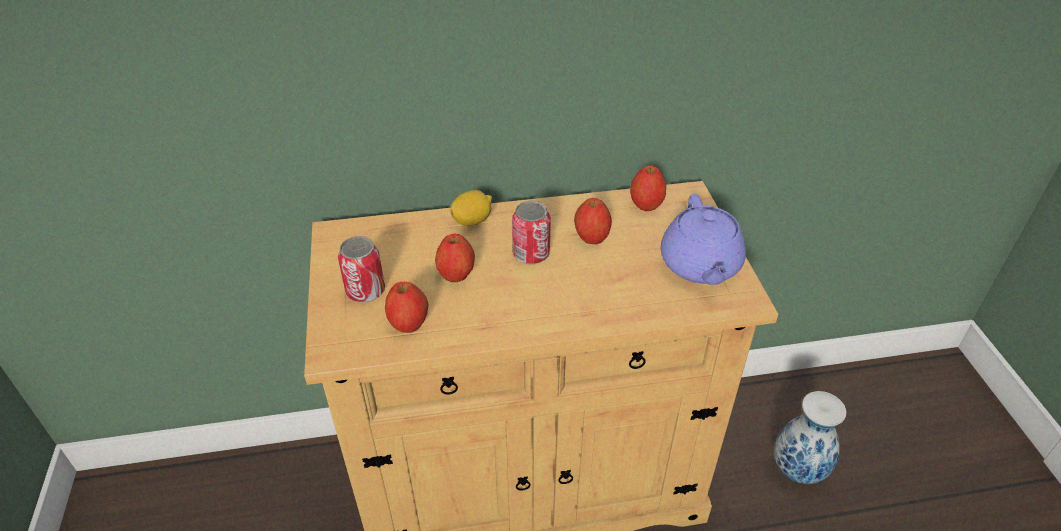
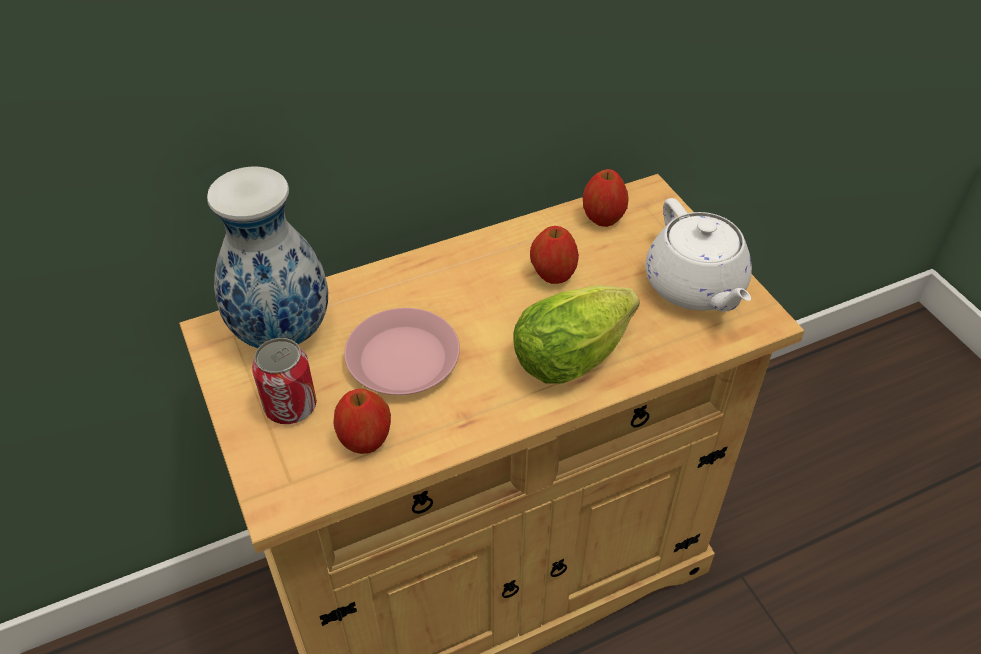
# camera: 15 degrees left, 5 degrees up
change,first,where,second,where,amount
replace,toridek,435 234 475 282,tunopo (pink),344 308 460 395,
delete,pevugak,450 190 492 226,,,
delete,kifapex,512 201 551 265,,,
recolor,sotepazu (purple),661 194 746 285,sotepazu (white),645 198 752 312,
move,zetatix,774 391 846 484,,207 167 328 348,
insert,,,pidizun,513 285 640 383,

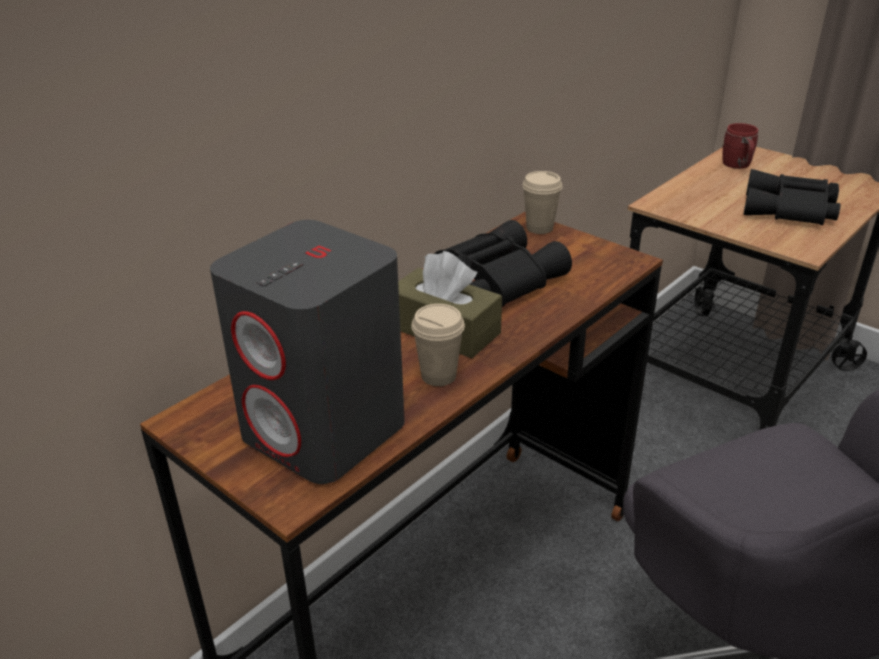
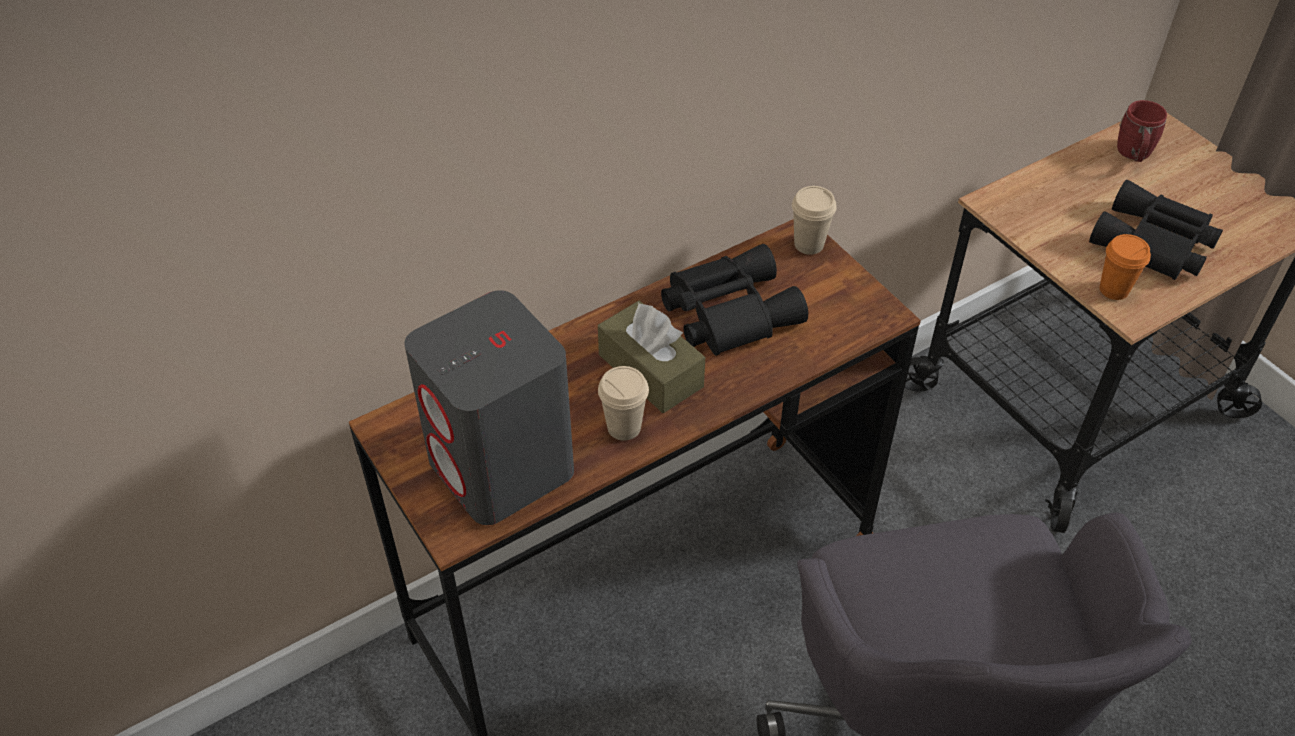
# camera: 15 degrees right, 15 degrees up
change,first,where,second,where,amount
insert,,,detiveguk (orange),1100 234 1151 300,

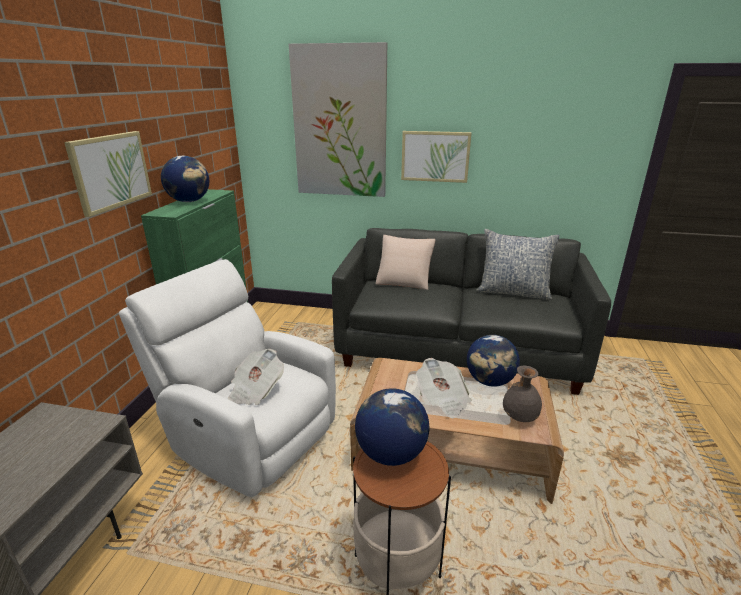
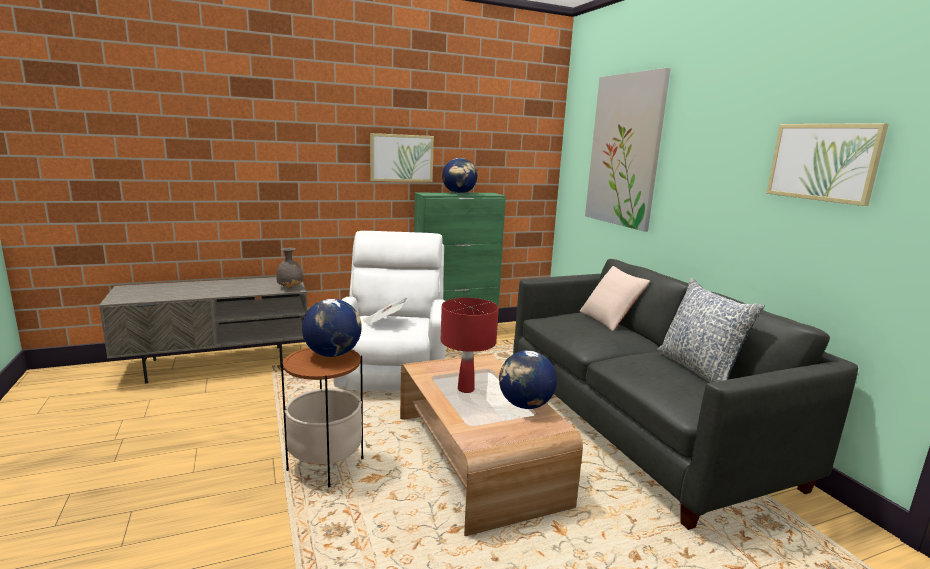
# camera: 55 degrees right, 10 degrees down
change,first,where,second,where,amount
move,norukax,401 131 472 183,,766 123 889 206,
replace,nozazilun,416 358 472 418,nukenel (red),441 298 499 393,
move,zetatix (grey),503 366 542 422,,276 248 303 288,

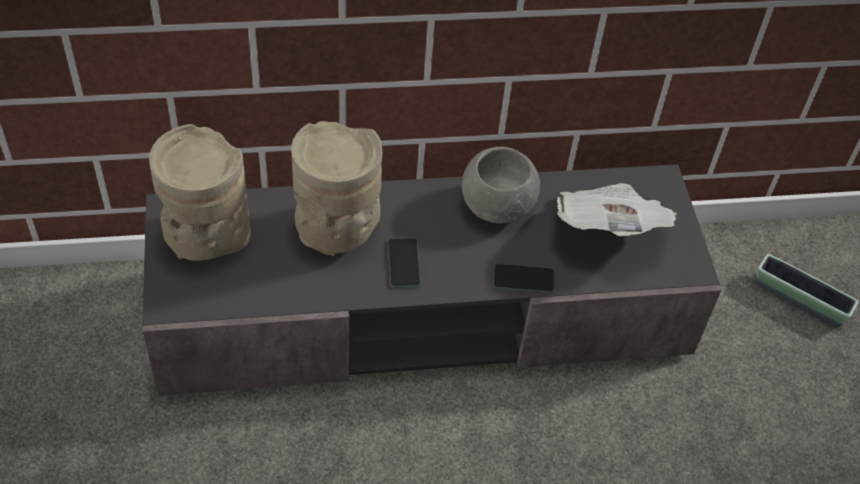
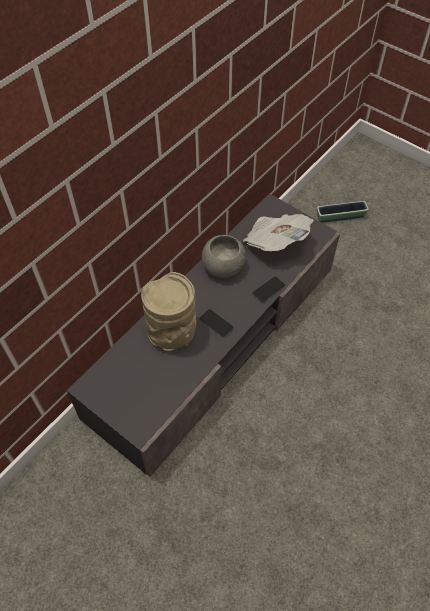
# camera: 40 degrees left, 5 degrees up
change,first,where,second,where,amount
delete,zetatix (beige),149 124 251 261,,,

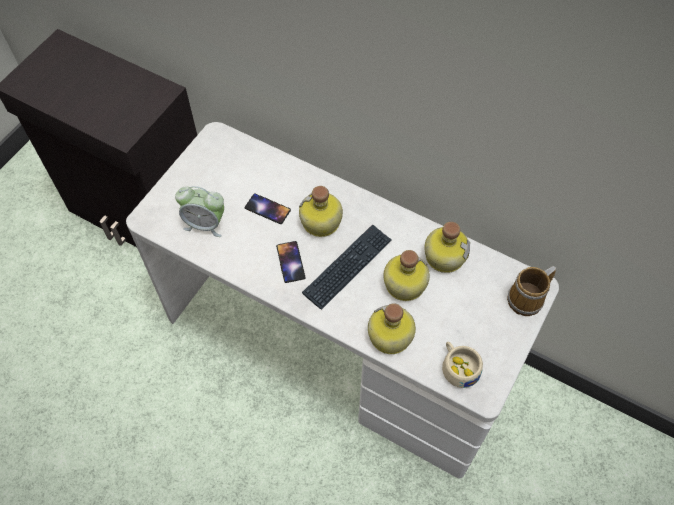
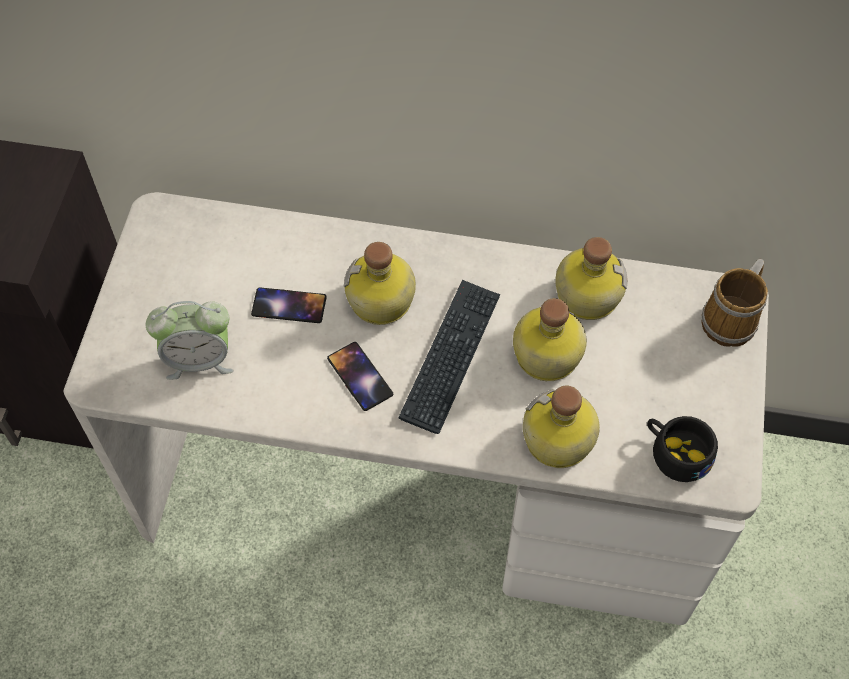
# camera: 20 degrees left, 0 degrees up
change,first,where,second,where,amount
recolor,detiveguk (beige),442 342 483 388,detiveguk (black),647 416 718 482,

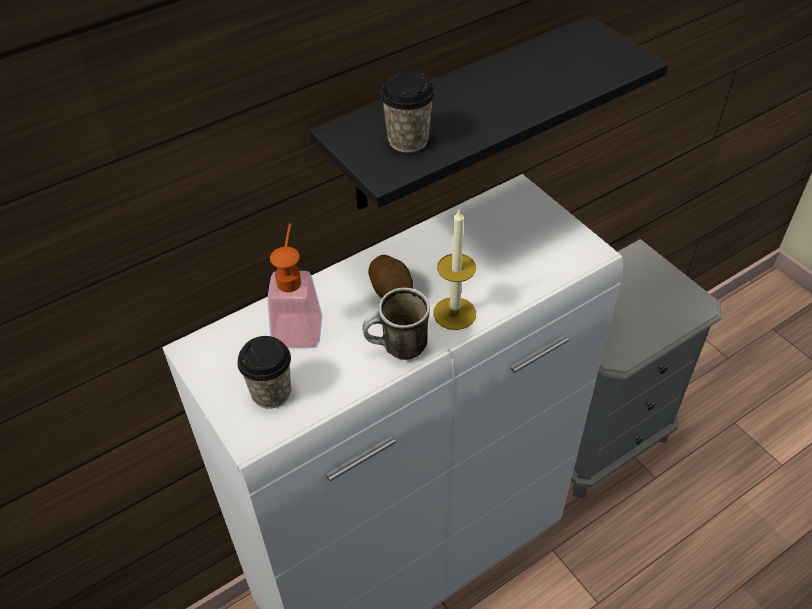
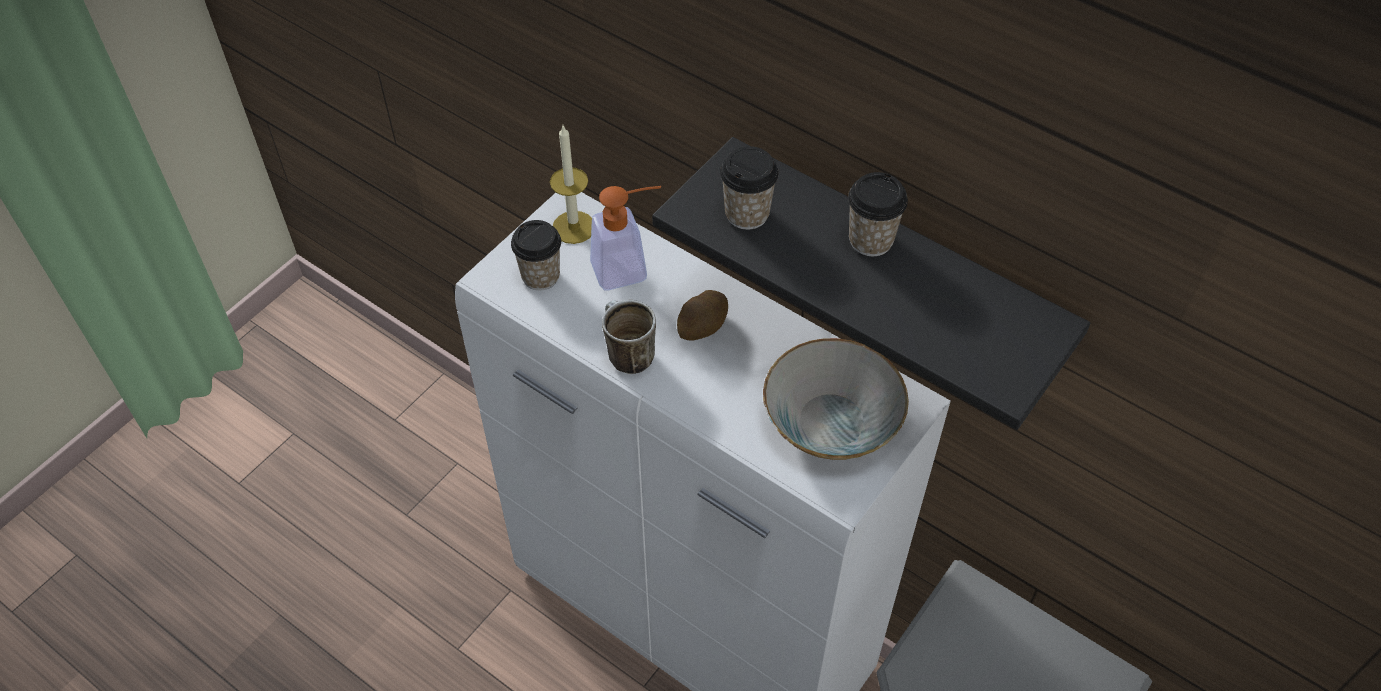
# camera: 70 degrees right, 5 degrees up
change,first,where,second,where,amount
move,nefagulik,433 208 476 330,,550 126 592 244,
insert,,,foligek,763 338 909 460,
insert,,,detiveguk,848 172 908 256,

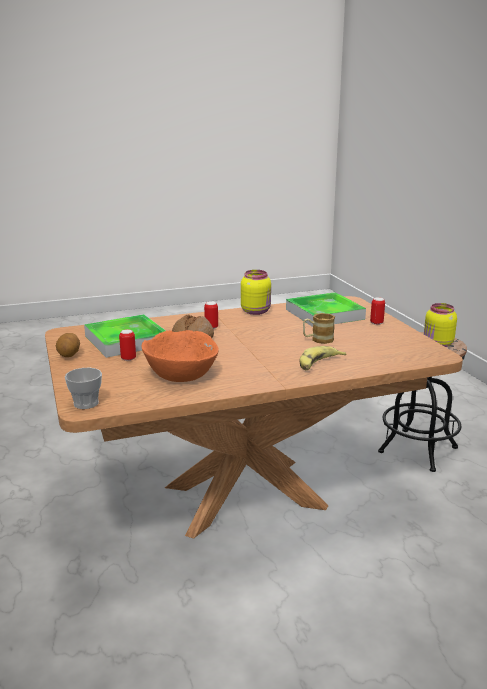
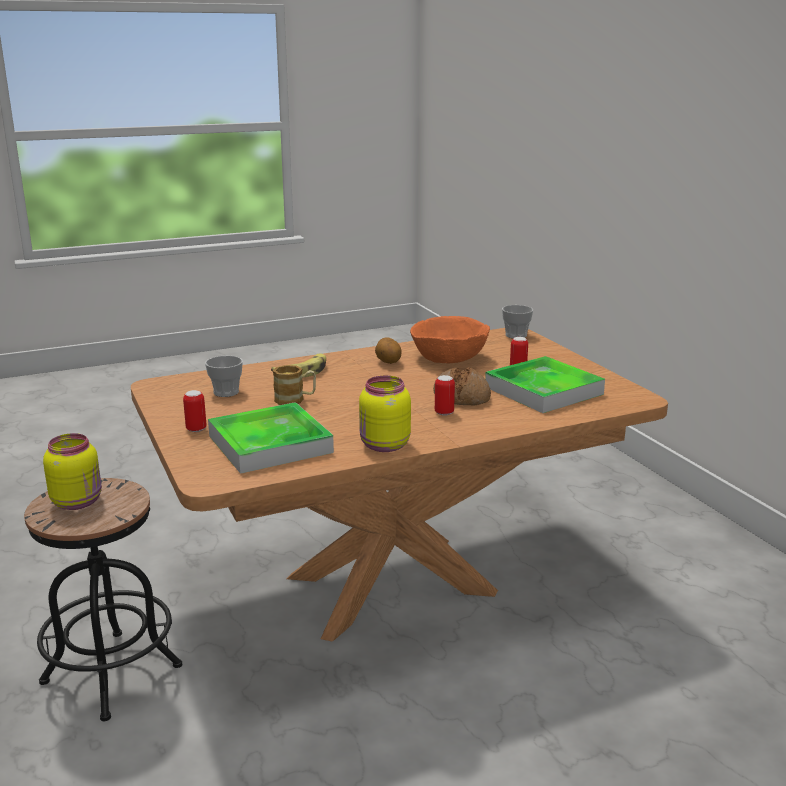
# camera: 175 degrees right, 0 degrees up
change,first,where,second,where,amount
move,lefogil,56 333 80 357,,375 337 402 364,
insert,,,detiveguk,205 356 243 397,

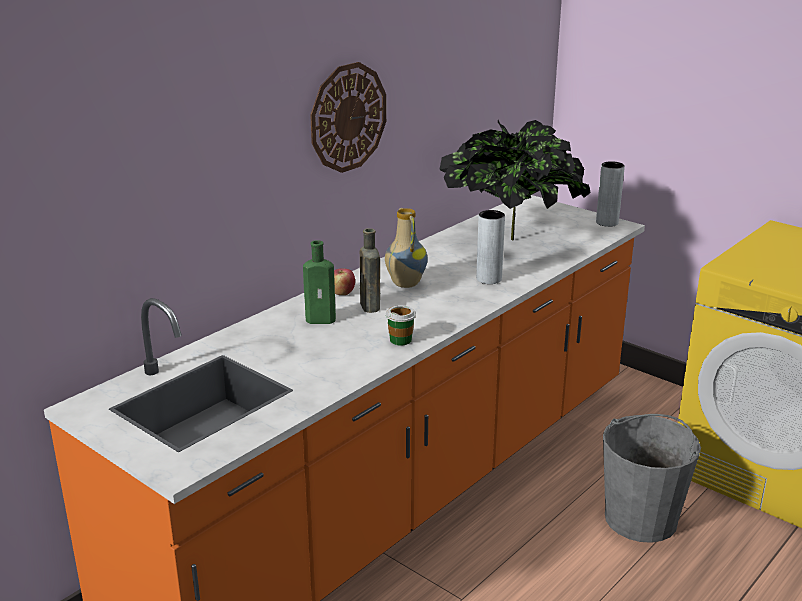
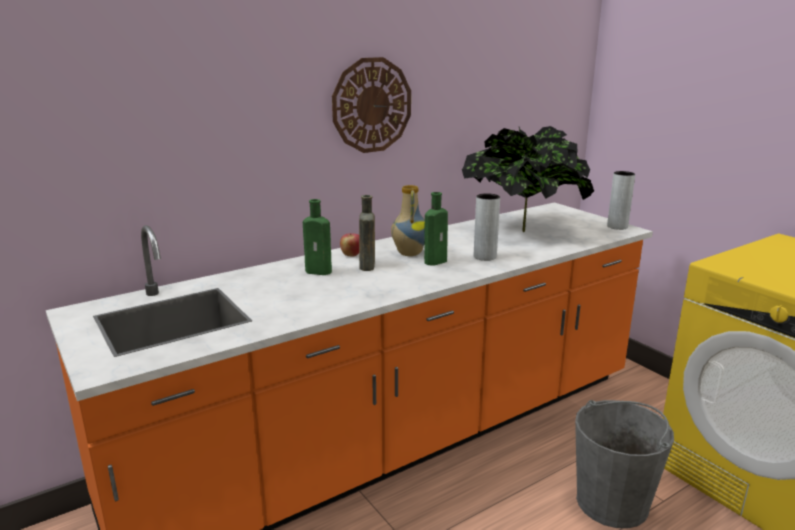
# camera: 15 degrees right, 5 degrees down
change,first,where,second,where,amount
delete,detiveguk,386 305 416 346,,,
insert,,,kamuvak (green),424 192 448 266,

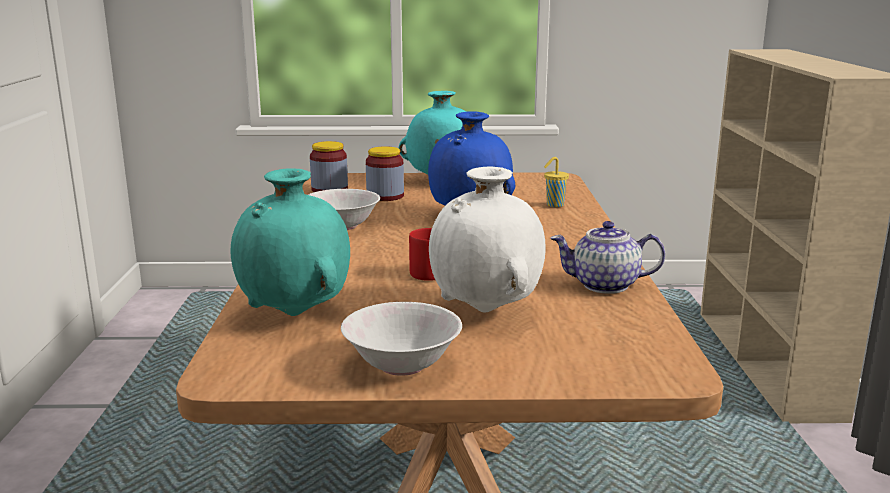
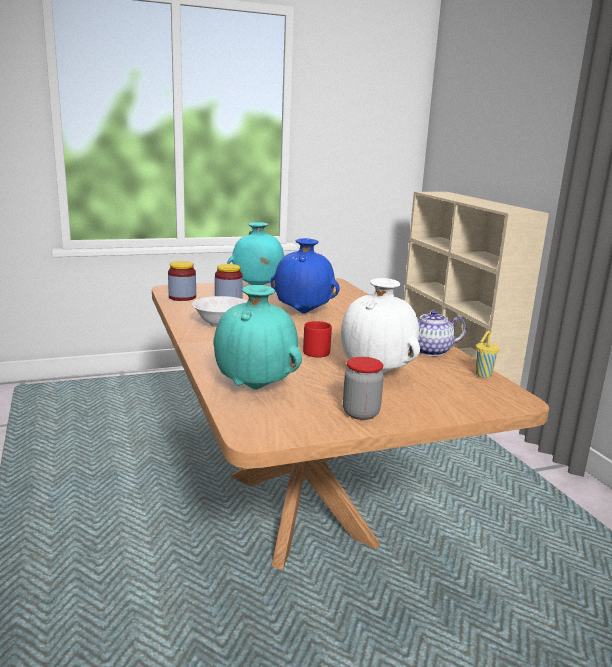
# camera: 20 degrees left, 0 degrees up
change,first,where,second,where,amount
replace,foligek (white),341 302 462 376,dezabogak,343 357 384 420,
move,detiveguk (yellow),544 157 569 207,,476 331 500 378,

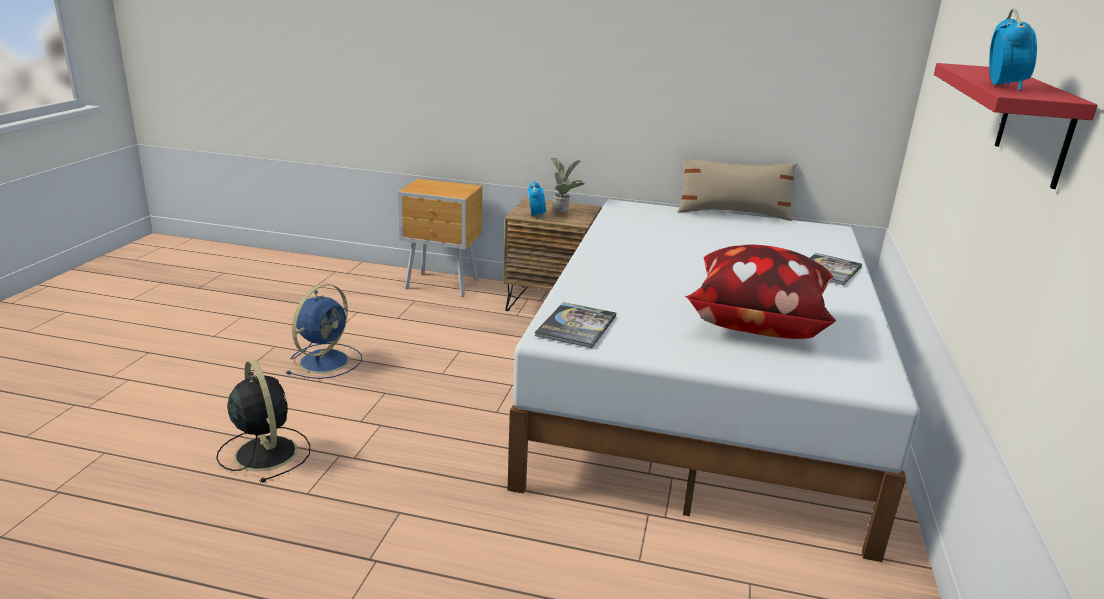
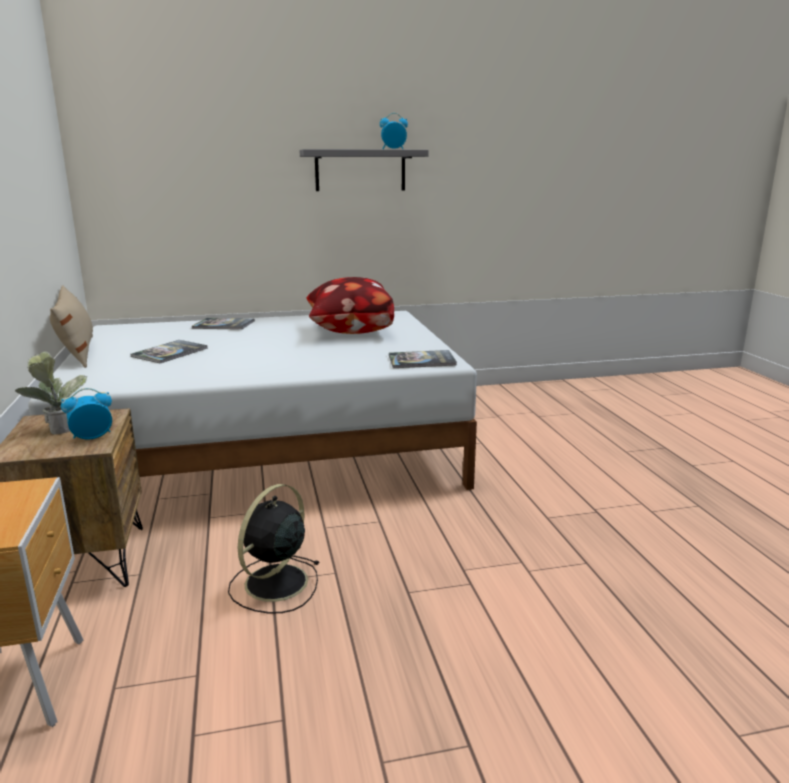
# camera: 115 degrees left, 5 degrees down
change,first,where,second,where,amount
move,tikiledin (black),216 360 310 483,,228 484 320 614,
delete,tikiledin (blue),286 284 362 379,,,
recolor,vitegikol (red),934 63 1098 189,vitegikol (grey),300 149 429 191,
insert,,,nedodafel,131 340 208 363,

